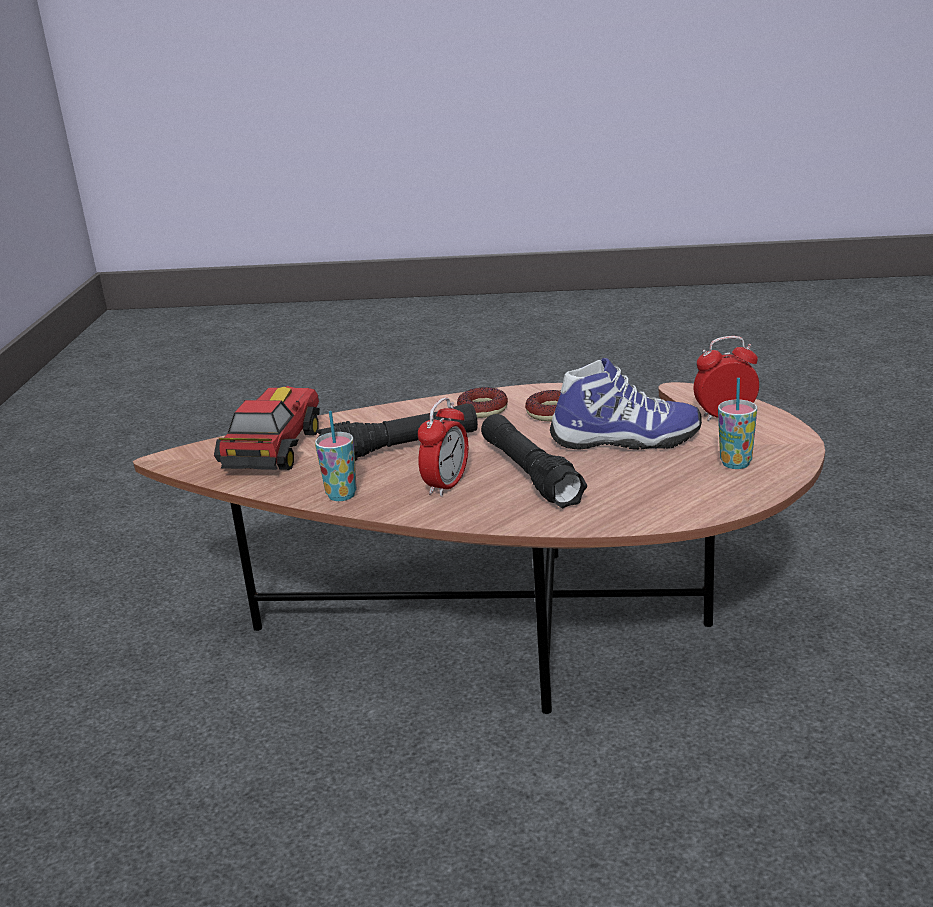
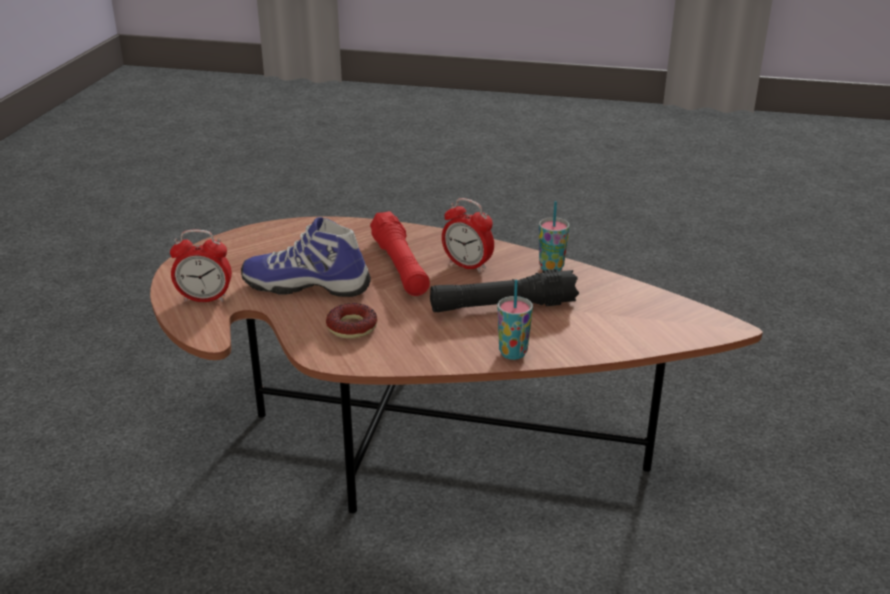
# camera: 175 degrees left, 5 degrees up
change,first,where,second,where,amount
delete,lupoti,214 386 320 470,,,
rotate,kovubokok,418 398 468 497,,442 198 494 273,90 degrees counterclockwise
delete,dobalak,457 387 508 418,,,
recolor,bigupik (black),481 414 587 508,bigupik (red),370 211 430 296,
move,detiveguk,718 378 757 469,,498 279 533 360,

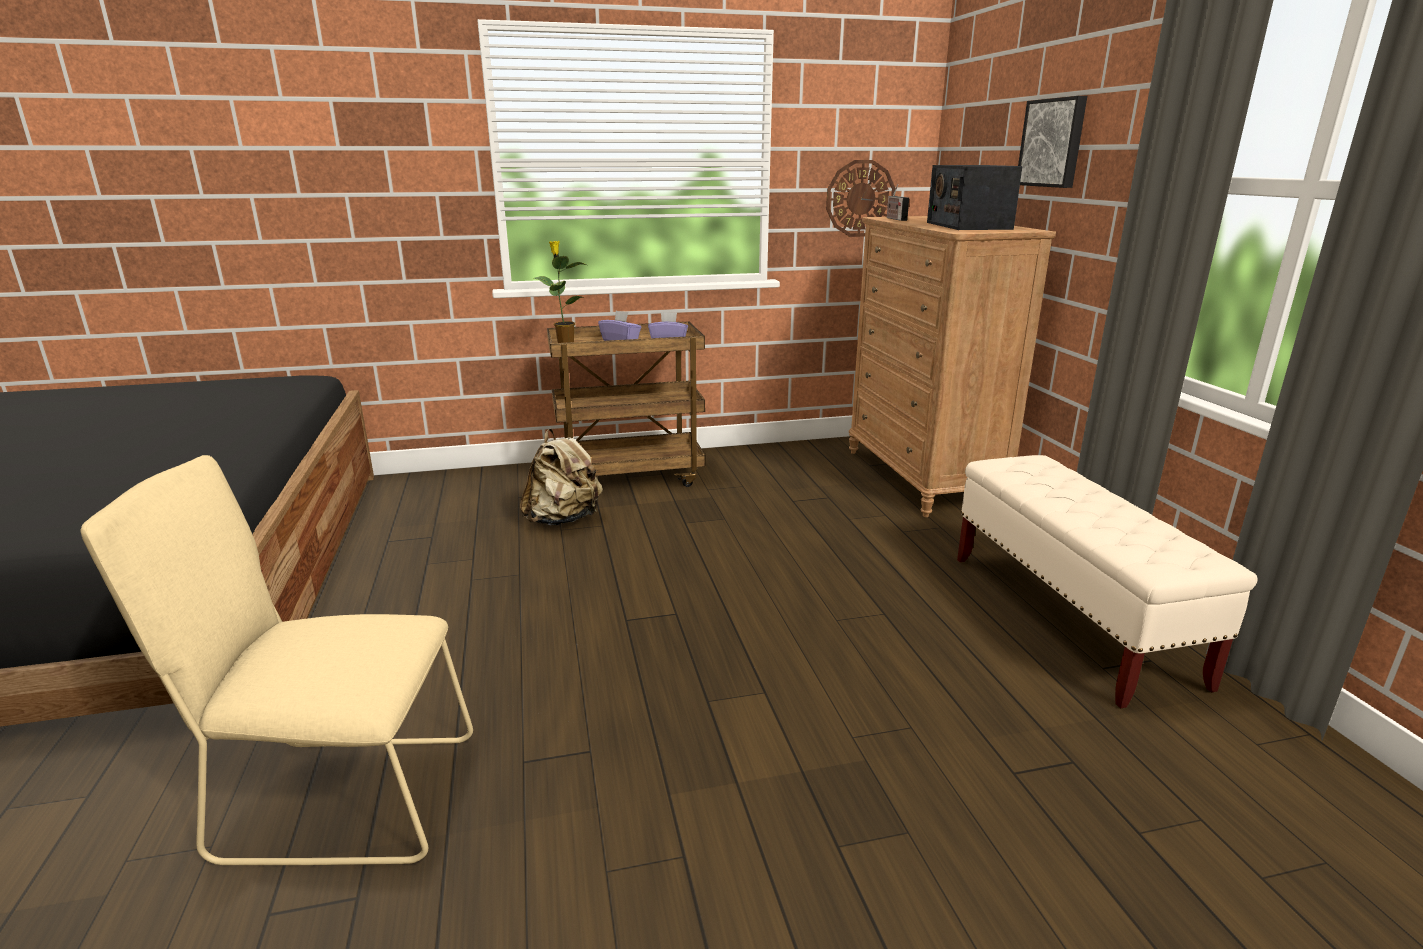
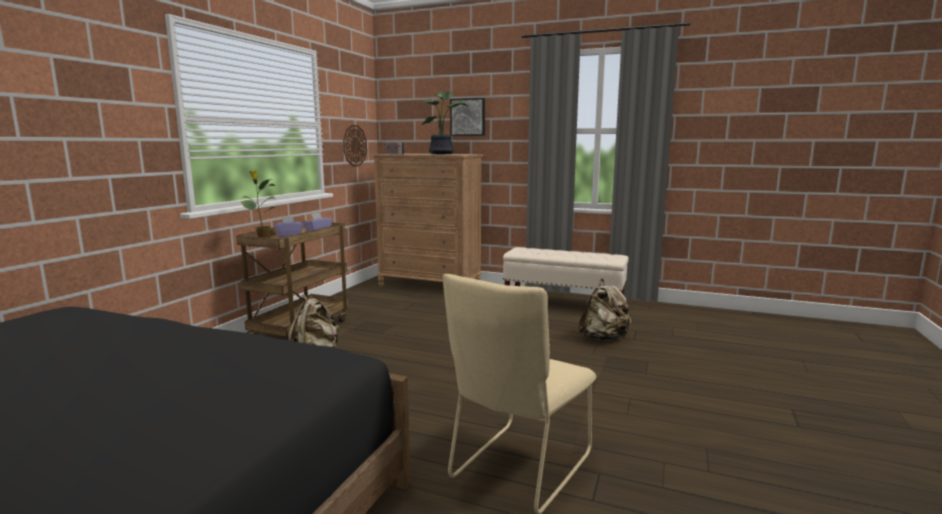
# camera: 55 degrees left, 10 degrees down
change,first,where,second,where,amount
replace,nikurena,927 165 1022 230,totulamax,422 91 468 154,
insert,,,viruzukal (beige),579 278 632 340,

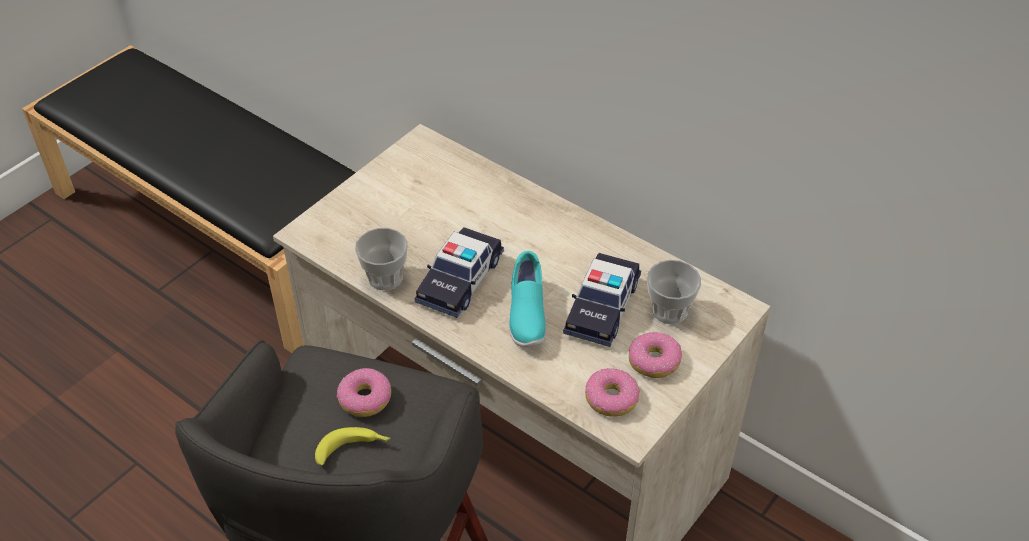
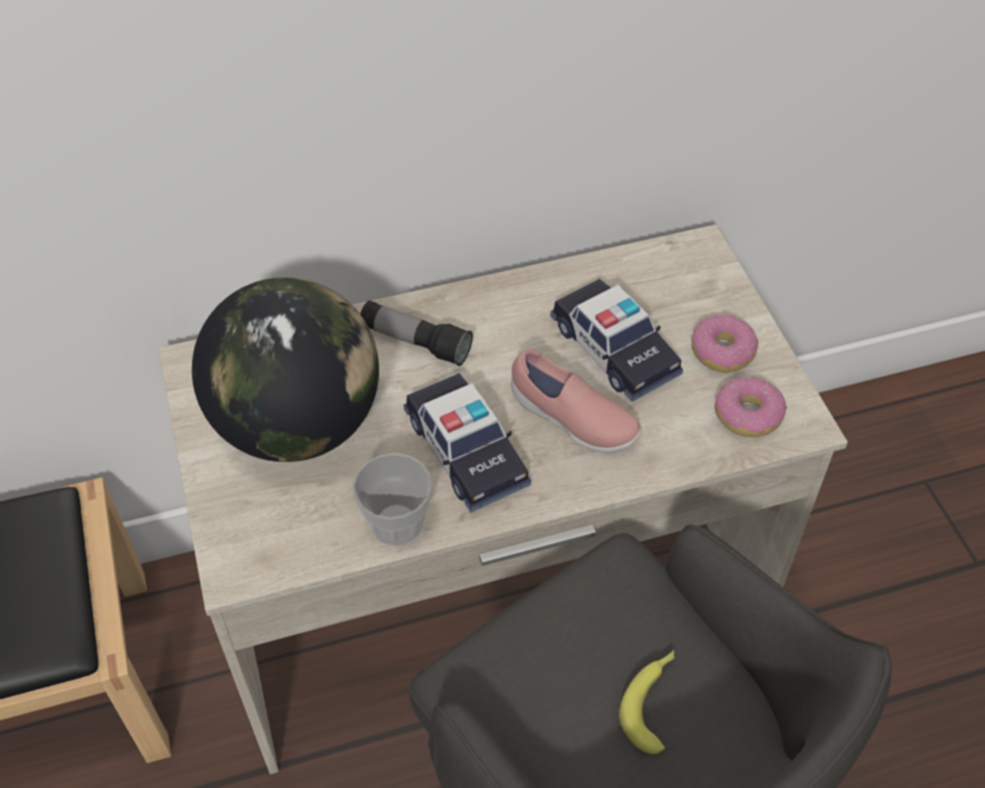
# camera: 55 degrees left, 5 degrees up
change,first,where,second,where,amount
delete,dobalak,337 368 391 417,,,
recolor,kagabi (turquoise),509 251 546 347,kagabi (pink),511 349 642 453,
delete,detiveguk,647 260 701 324,,,
insert,,,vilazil,192 277 379 462,
insert,,,bigupik,360 300 473 366,

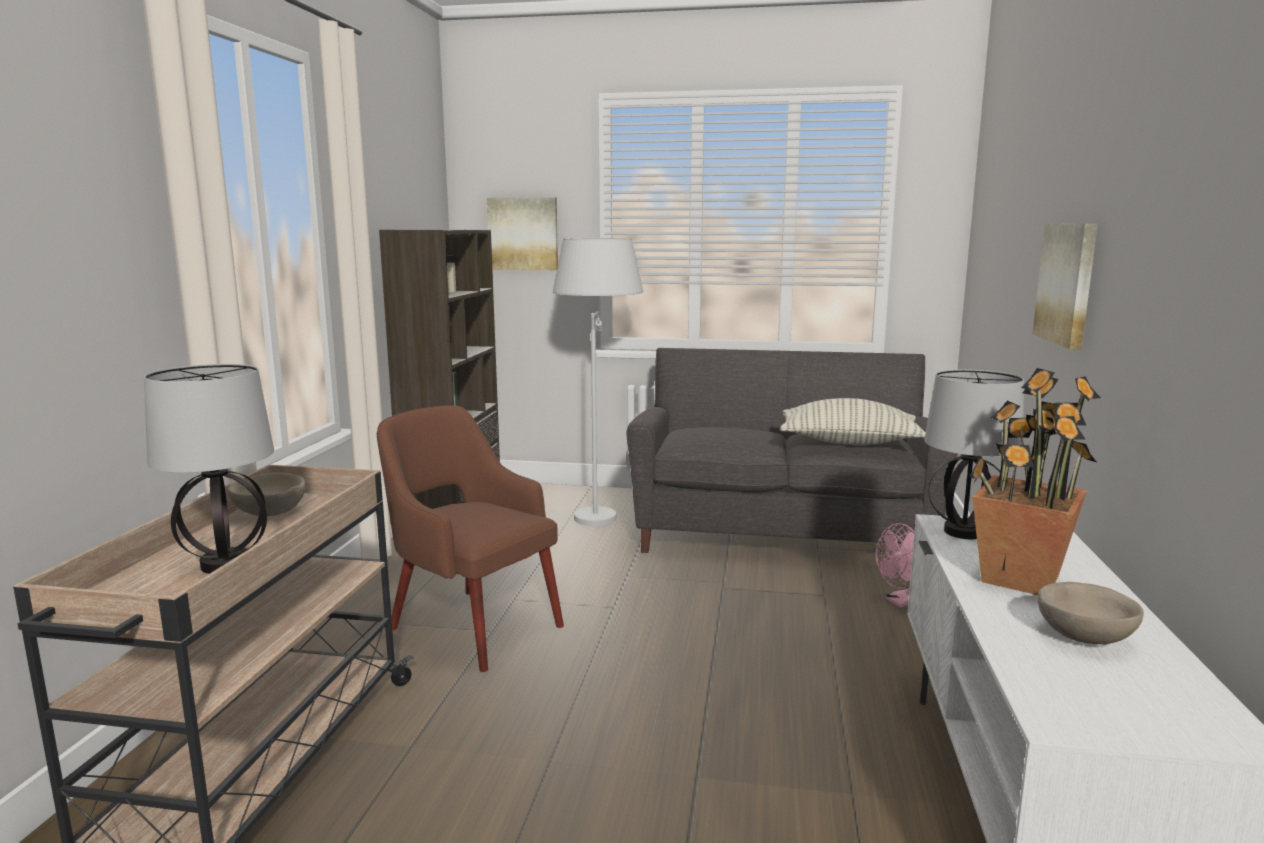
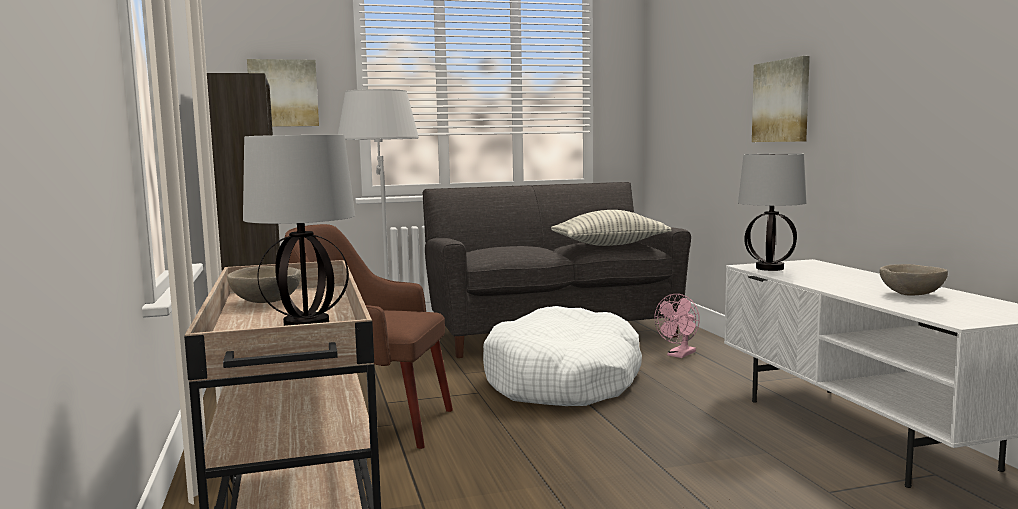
# camera: 25 degrees left, 5 degrees down
change,first,where,second,where,amount
delete,totulamax,969 368 1101 595,,,
insert,,,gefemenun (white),483 306 642 406,

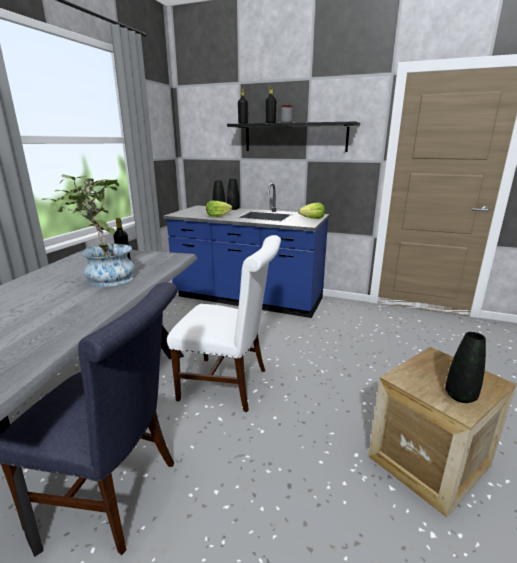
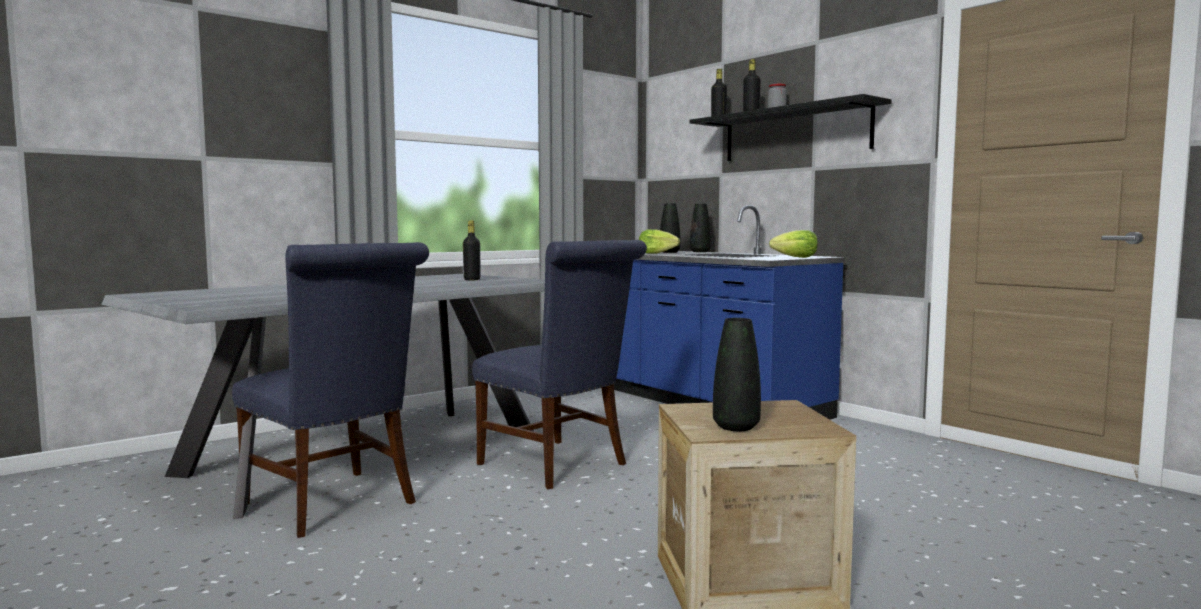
# camera: 30 degrees right, 15 degrees down
change,first,where,second,where,amount
delete,totulamax,41 175 135 287,,,
recolor,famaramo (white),167 235 281 413,famaramo (blue),472 240 647 489,

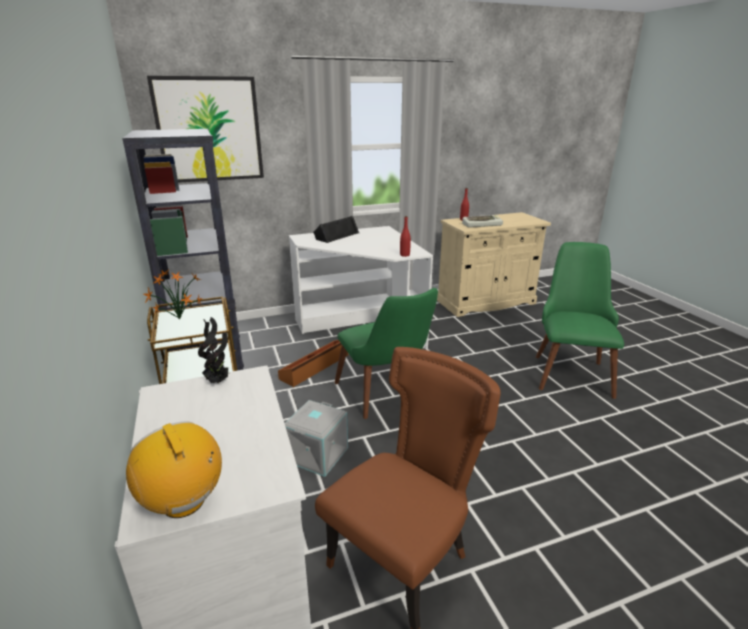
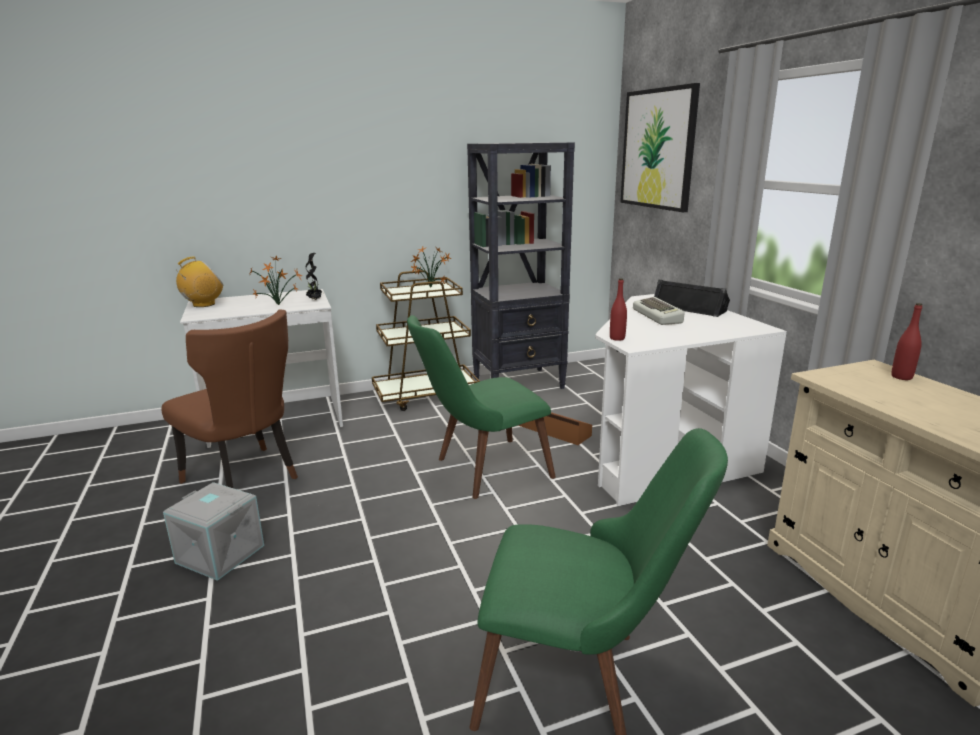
# camera: 90 degrees right, 5 degrees down
change,first,where,second,where,amount
move,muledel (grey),285 400 348 477,,163 482 264 581,
move,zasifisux,462 215 503 228,,633 297 685 325,
insert,,,totulamax,249 255 302 305,

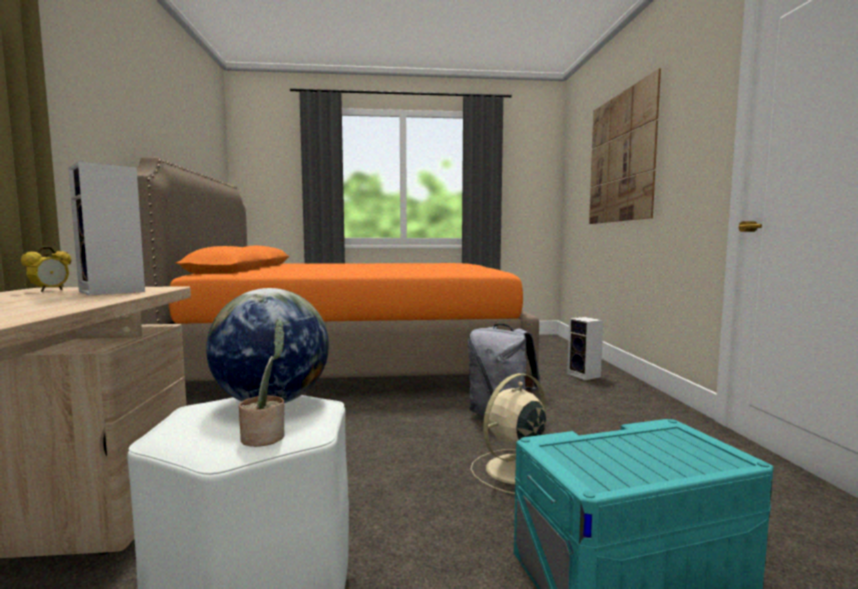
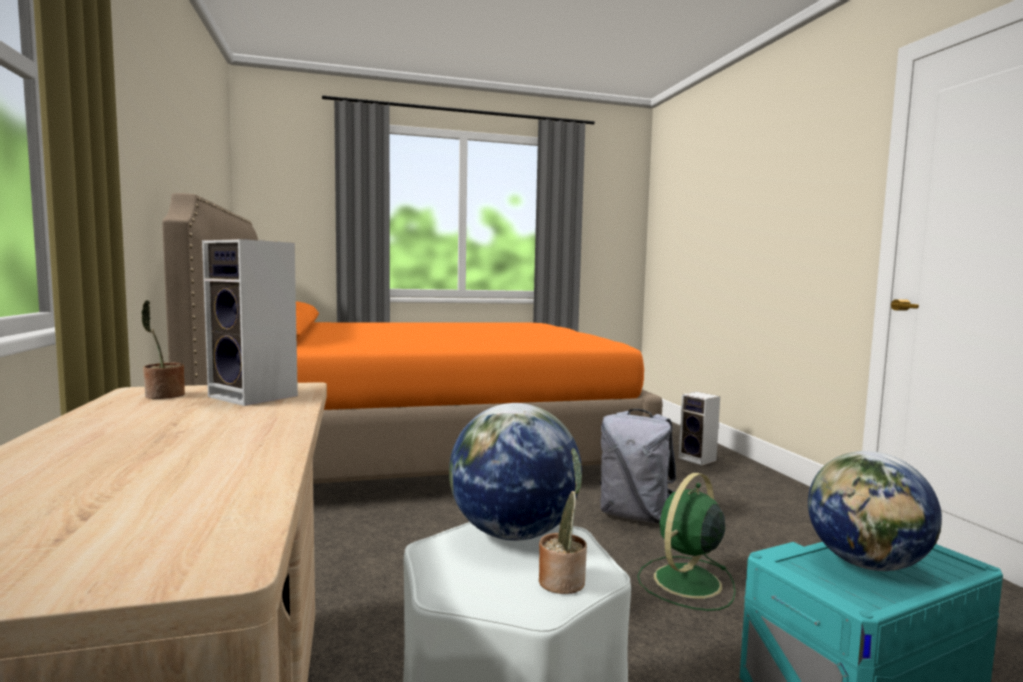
# camera: 10 degrees left, 0 degrees up
change,first,where,second,where,amount
replace,kovubokok,21 246 71 292,totulamax,141 300 185 399,
recolor,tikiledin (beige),471 373 546 494,tikiledin (green),637 473 735 611,
delete,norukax,589 68 661 224,,,
insert,,,vilazil,808 451 942 571,

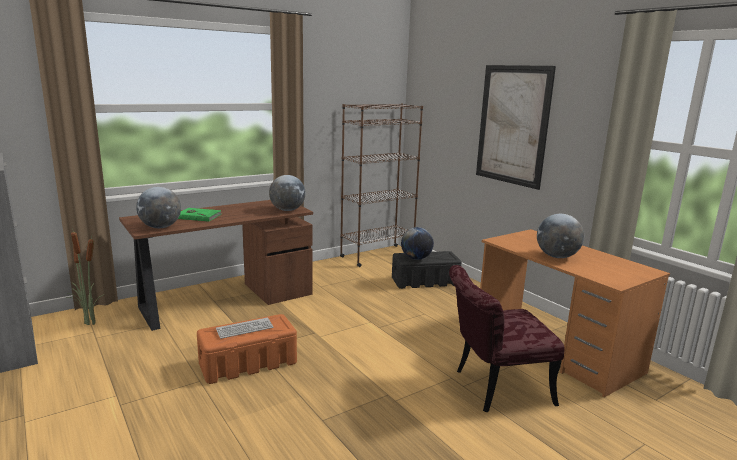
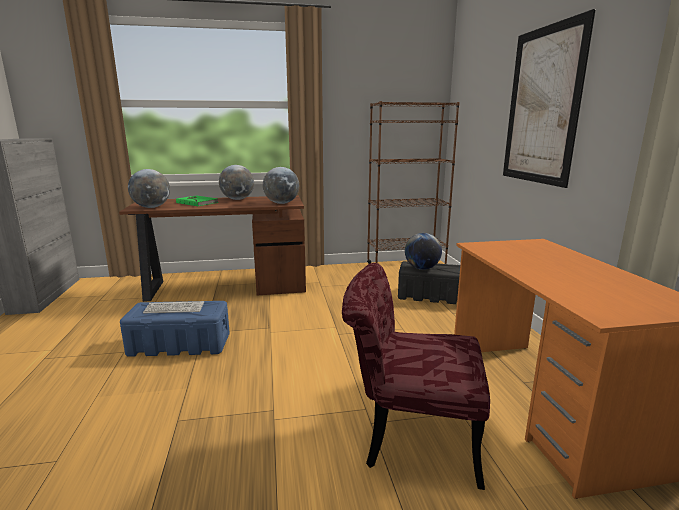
# camera: 25 degrees right, 0 degrees up
change,first,where,second,where,amount
delete,totulamax,66 228 103 325,,,
recolor,muledel (orange),197 314 297 384,muledel (blue),120 301 230 357,
move,vilazil,537 214 584 258,,219 165 254 200,

